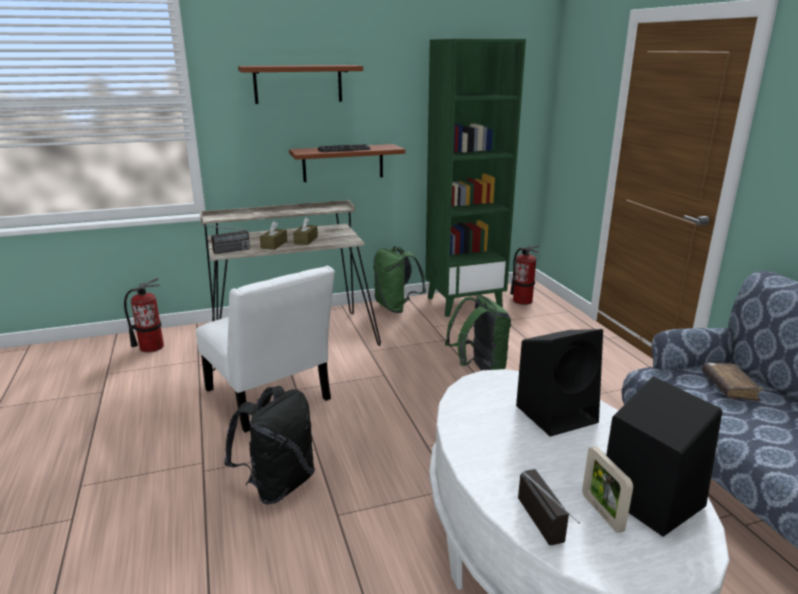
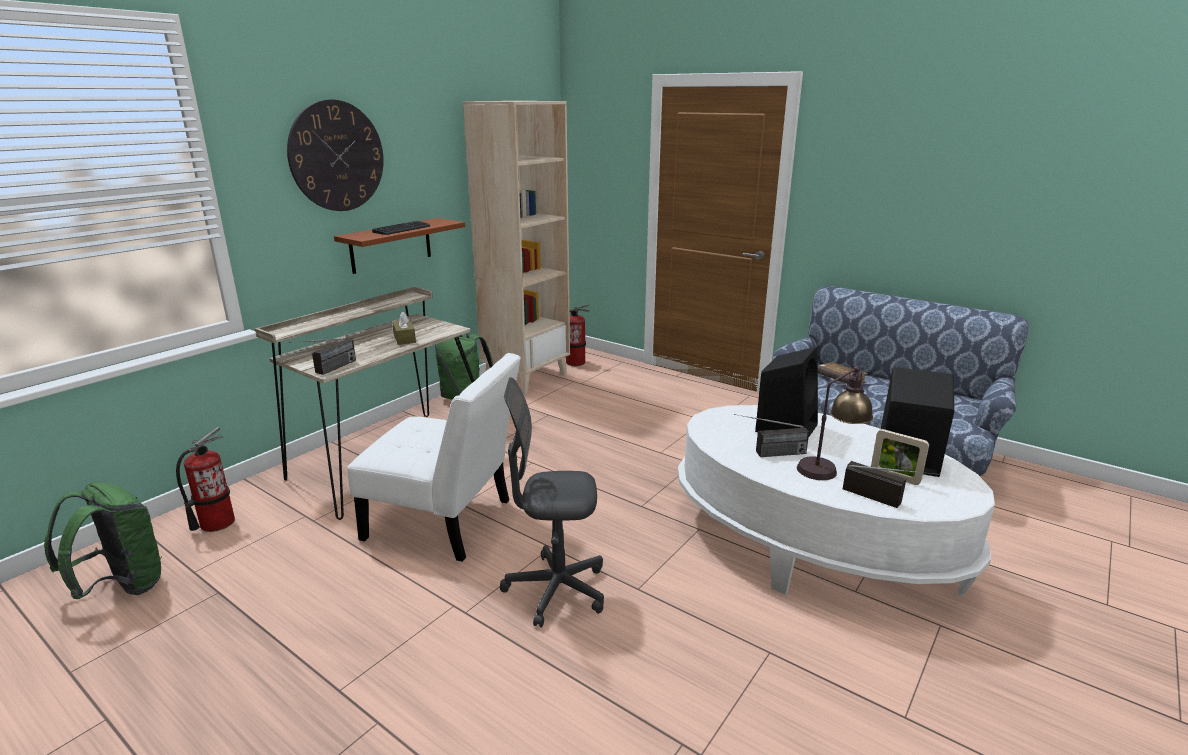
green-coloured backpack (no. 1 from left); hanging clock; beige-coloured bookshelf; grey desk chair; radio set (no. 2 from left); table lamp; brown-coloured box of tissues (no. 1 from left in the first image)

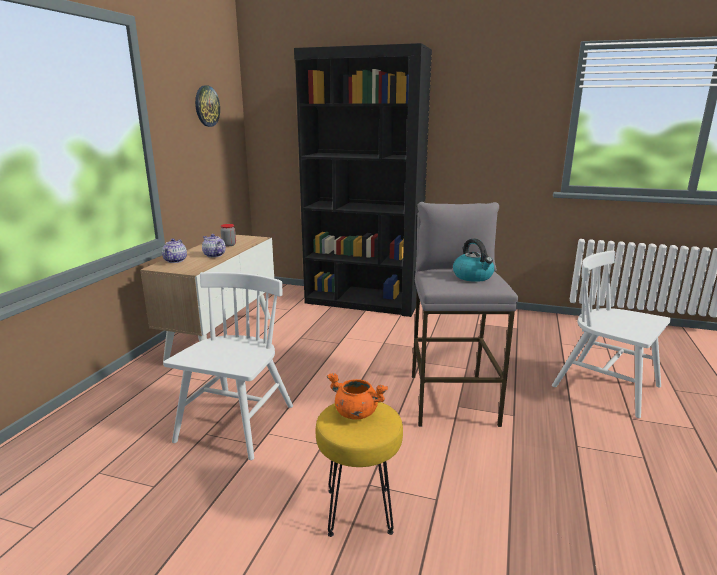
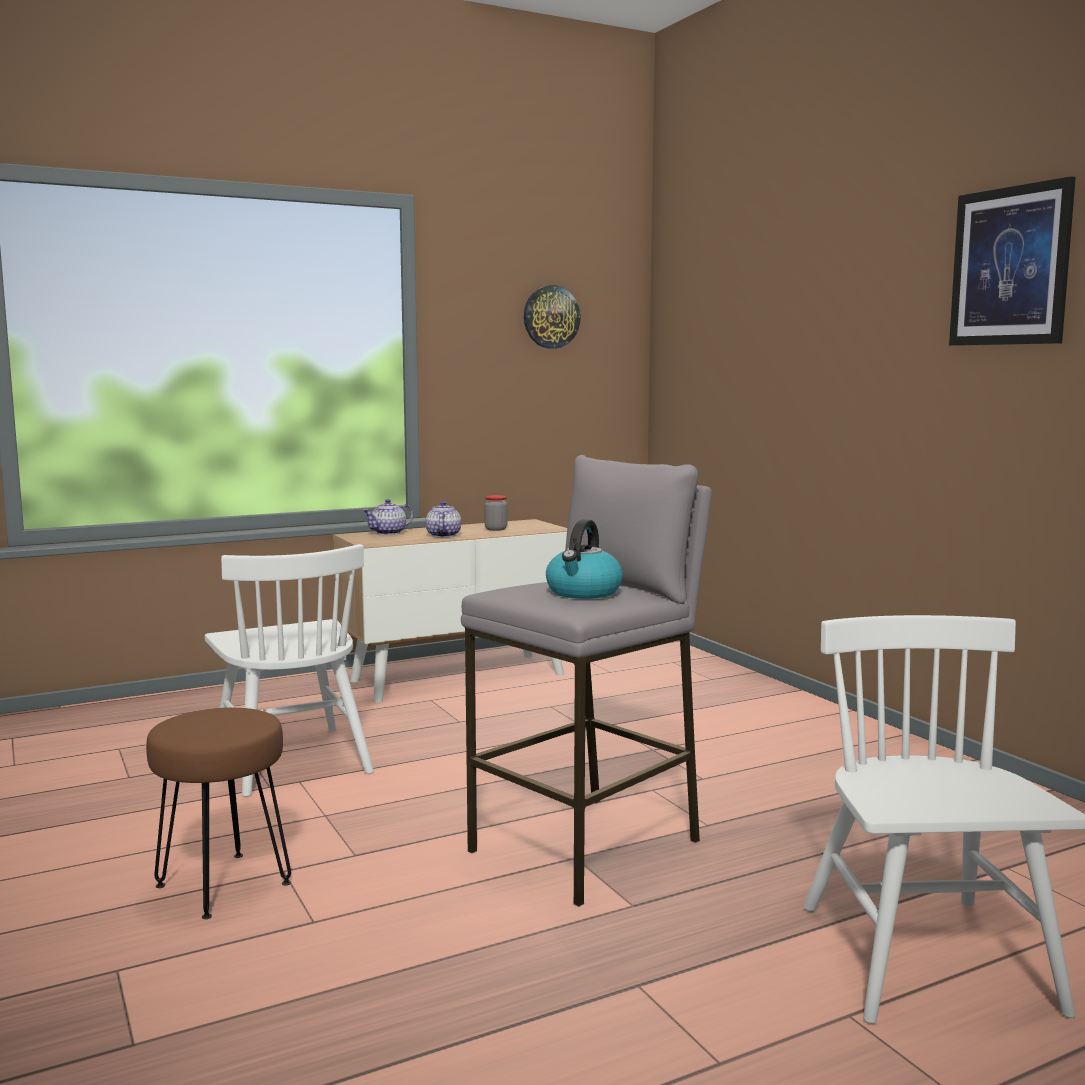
brown-coloured stool seat; white-coloured plain chair (no. 1 from left); picture; black-coloured bookshelf; orange-coloured saucepot

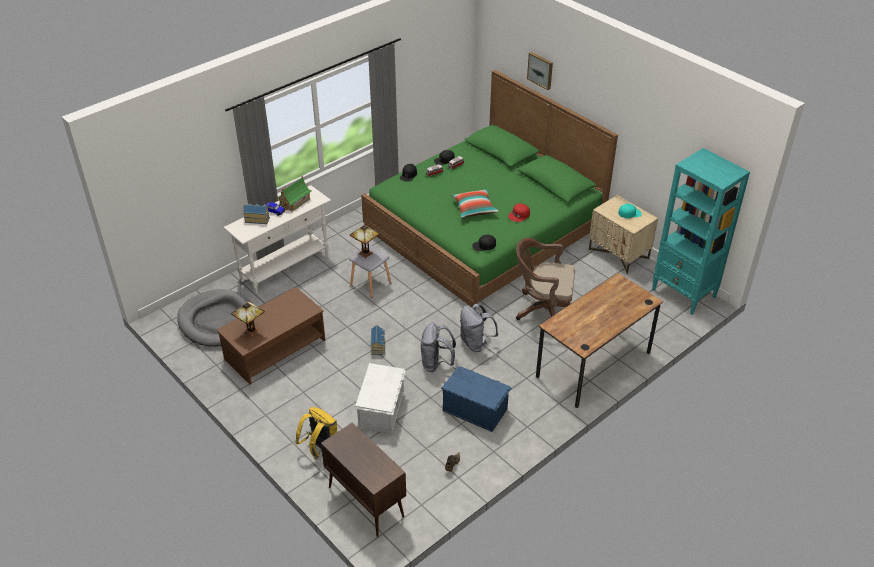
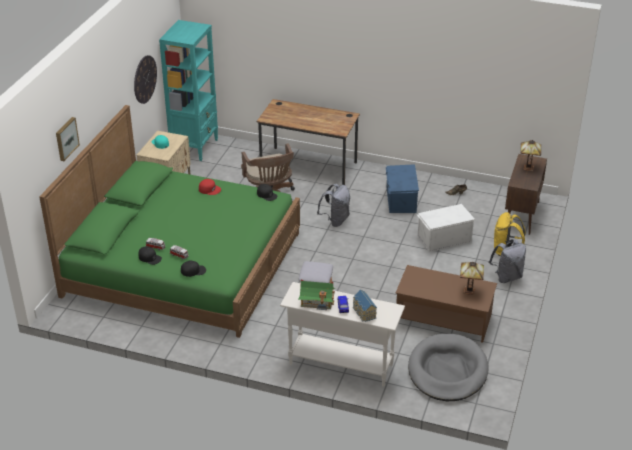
hanging clock; grey backpack (no. 2 from left); table lamp (no. 2 from left); toy house (no. 3 from left in the first image); pillow

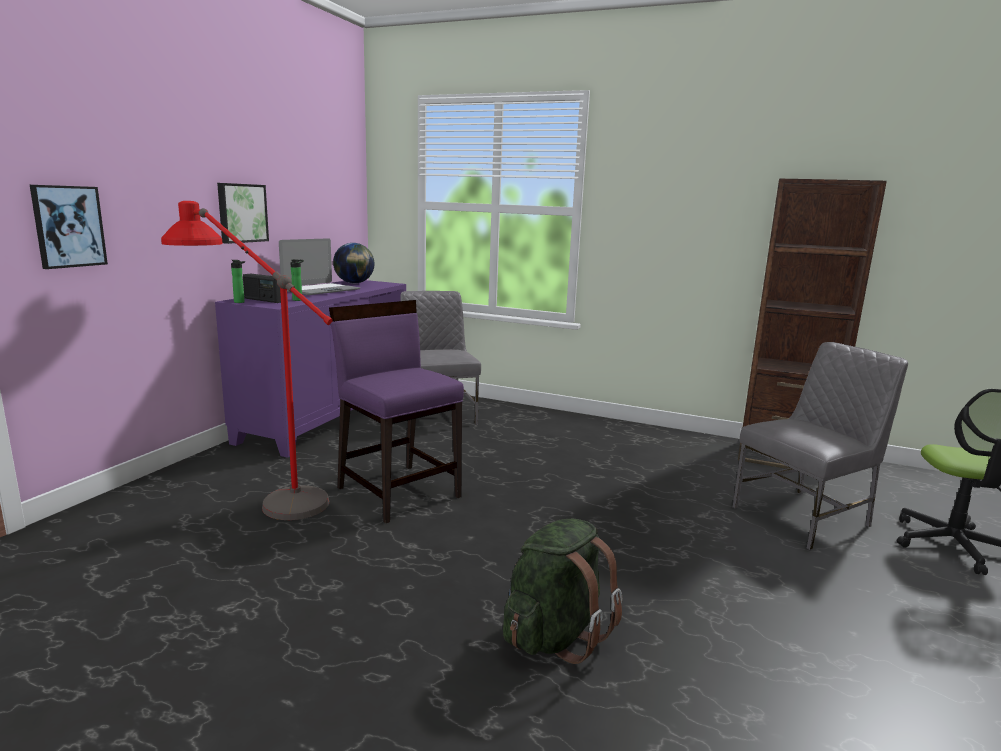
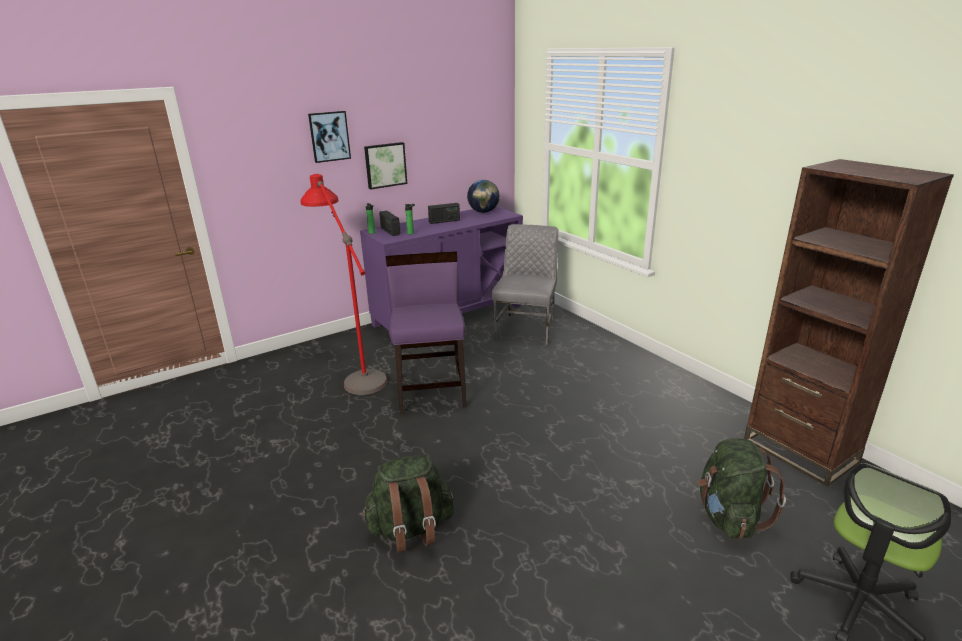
picture (no. 1 from left); radio set (no. 2 from left); green-coloured backpack (no. 2 from left)

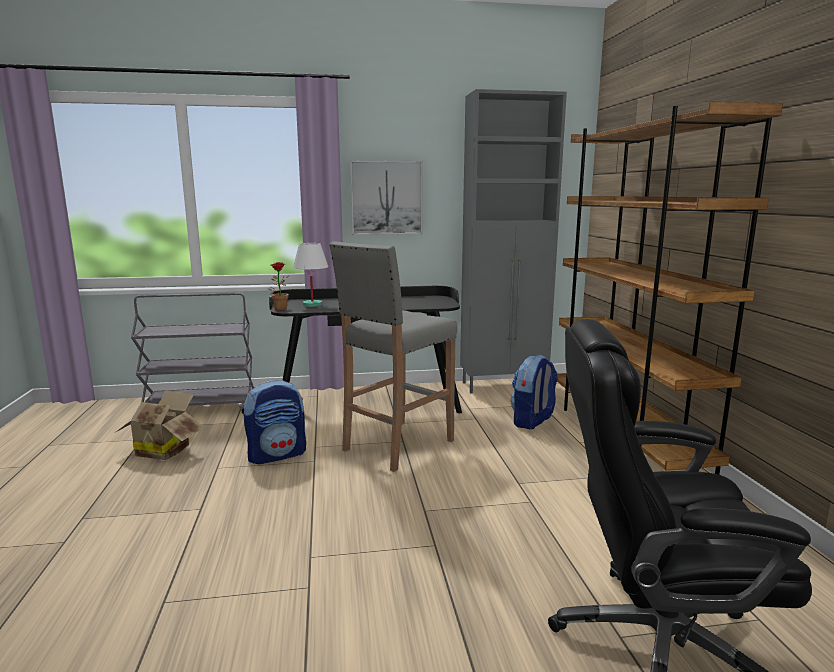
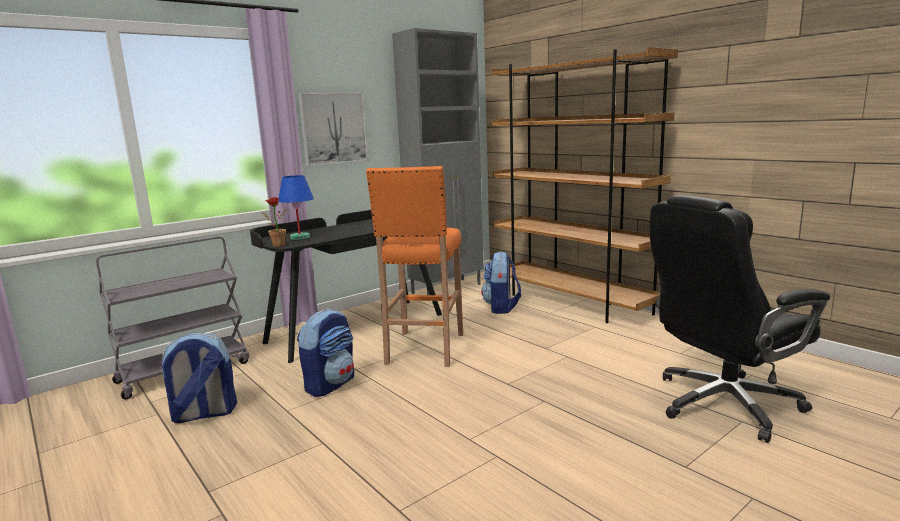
backpack (no. 1 from left); blue table lamp; orange-coloured stool seat

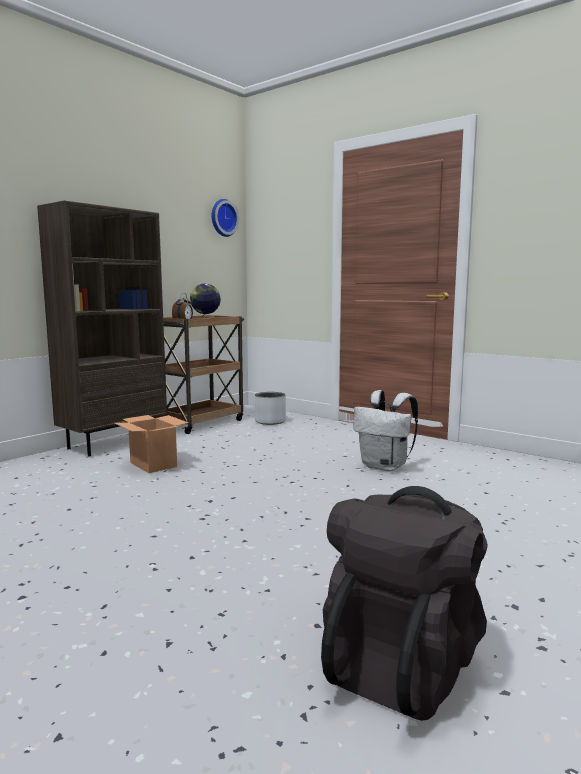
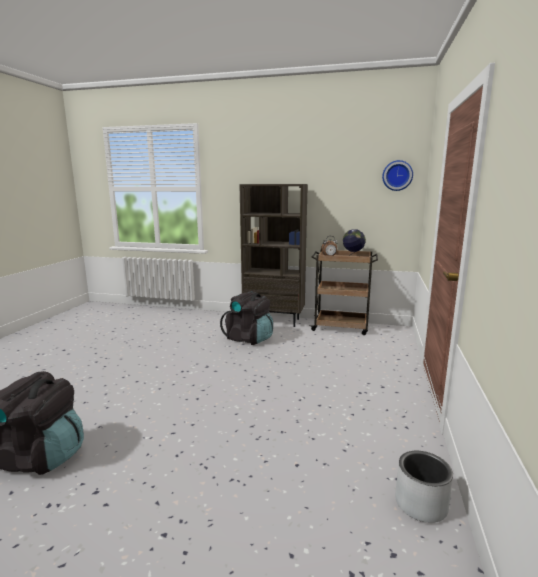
black-coloured backpack (no. 2 from left); grey flower pot; white-coloured backpack

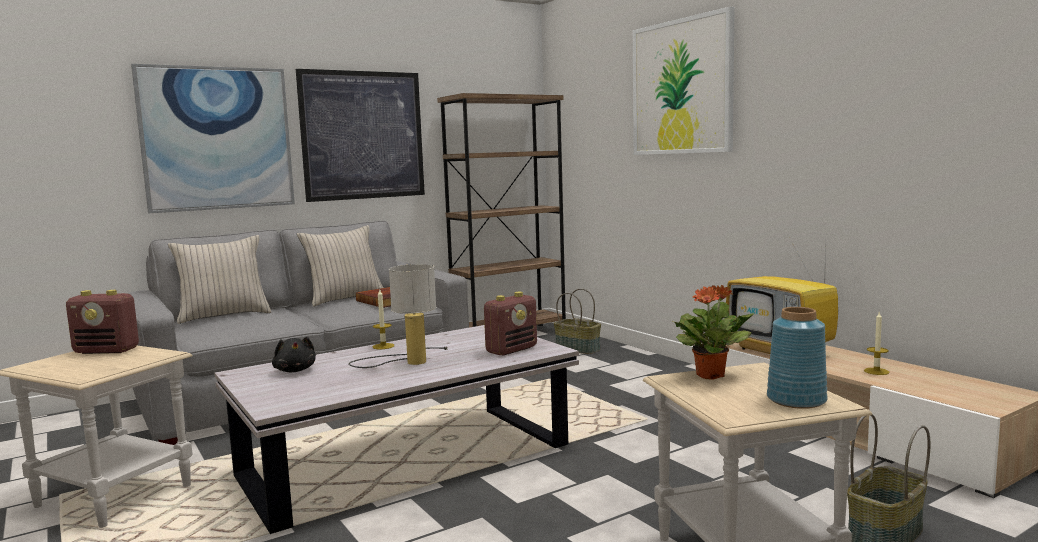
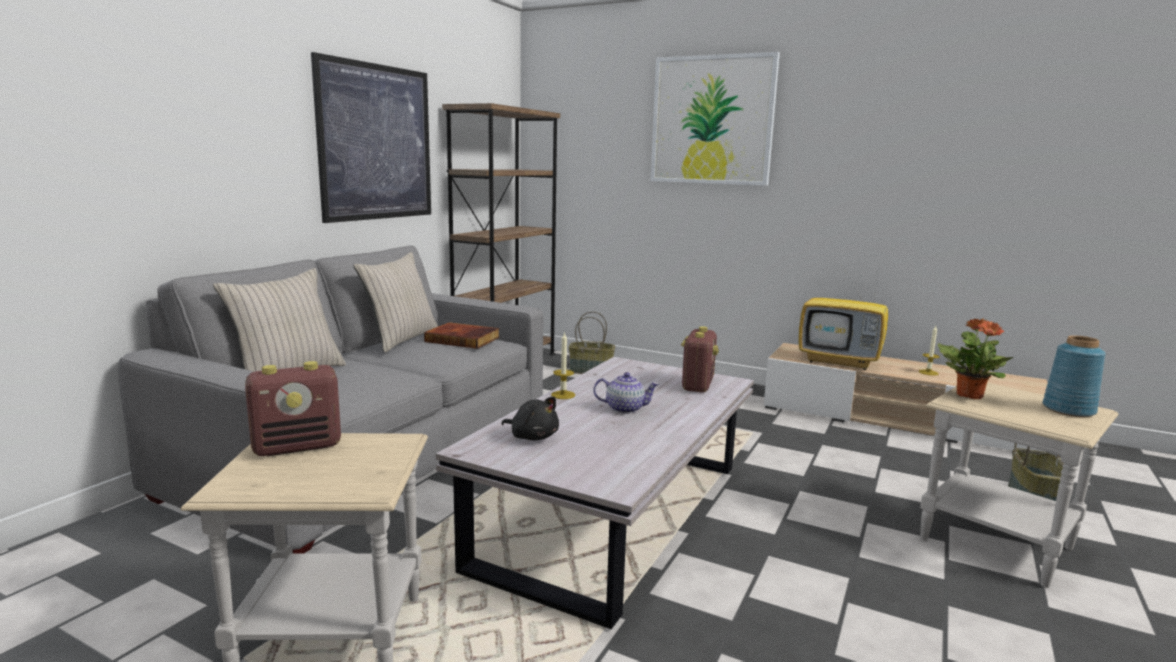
pot for tea; picture (no. 1 from left in the first image)

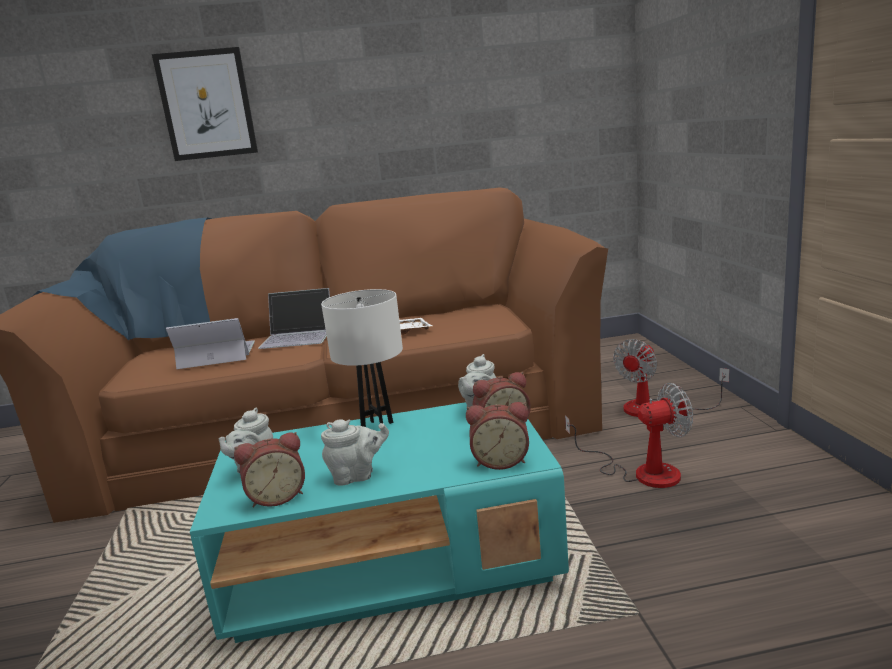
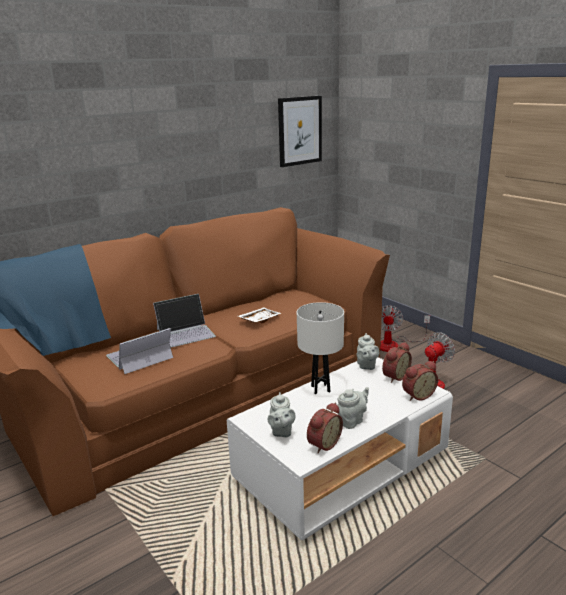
white-coloured lounge table; picture

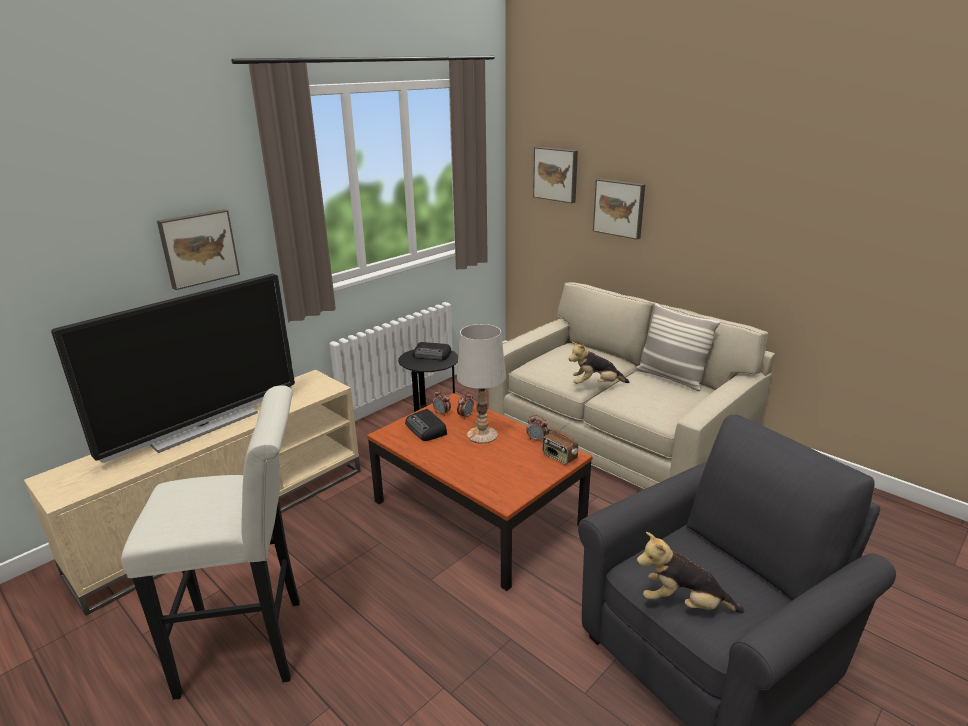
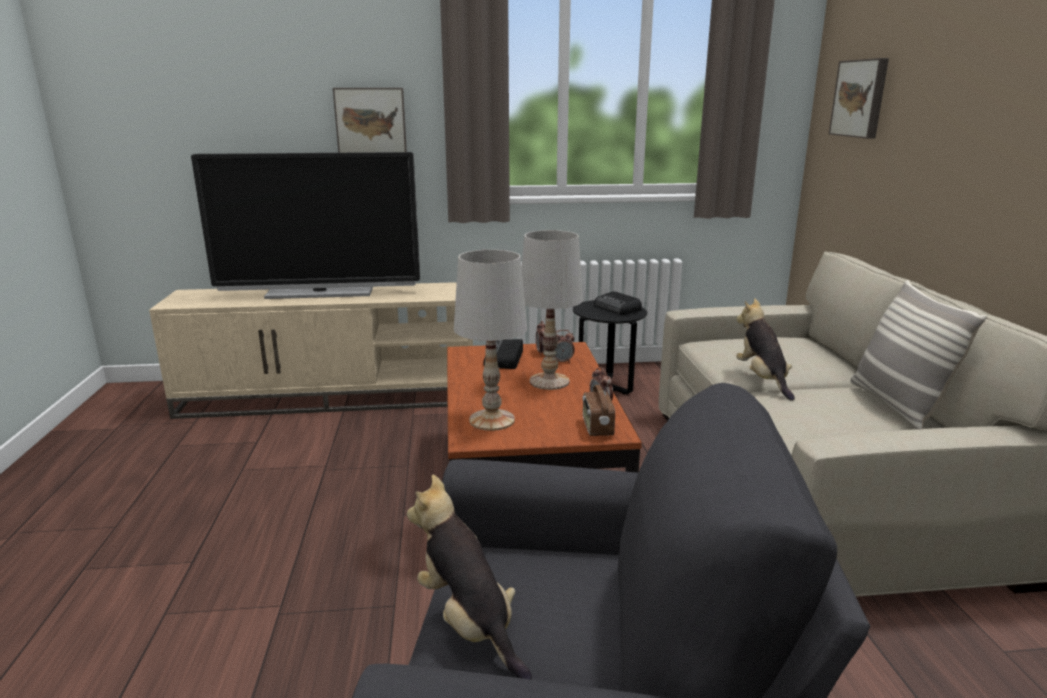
white-coloured table lamp (no. 1 from left); cuddly toy (no. 2 from left); white-coloured stool seat; picture (no. 3 from left in the first image)

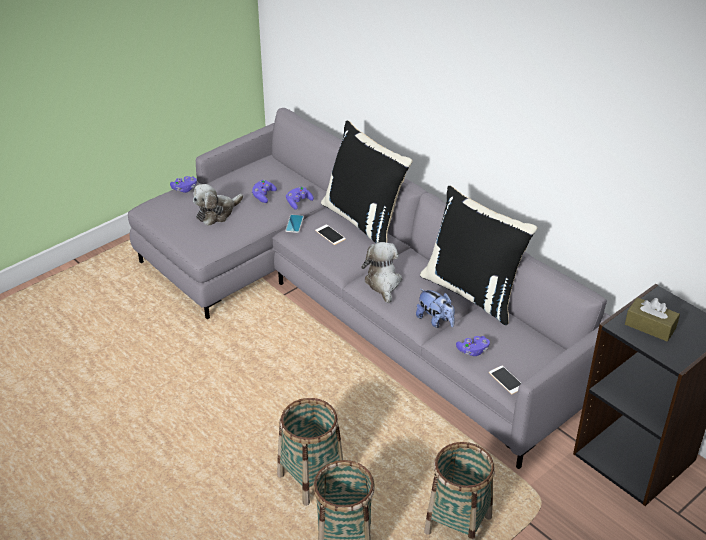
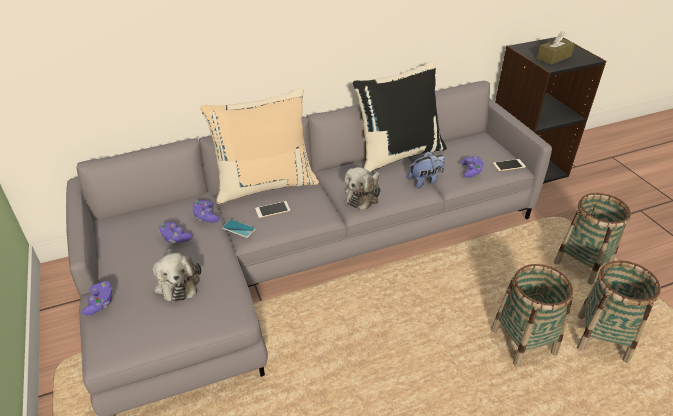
beige-coloured pillow; cuddly toy (no. 2 from left)

